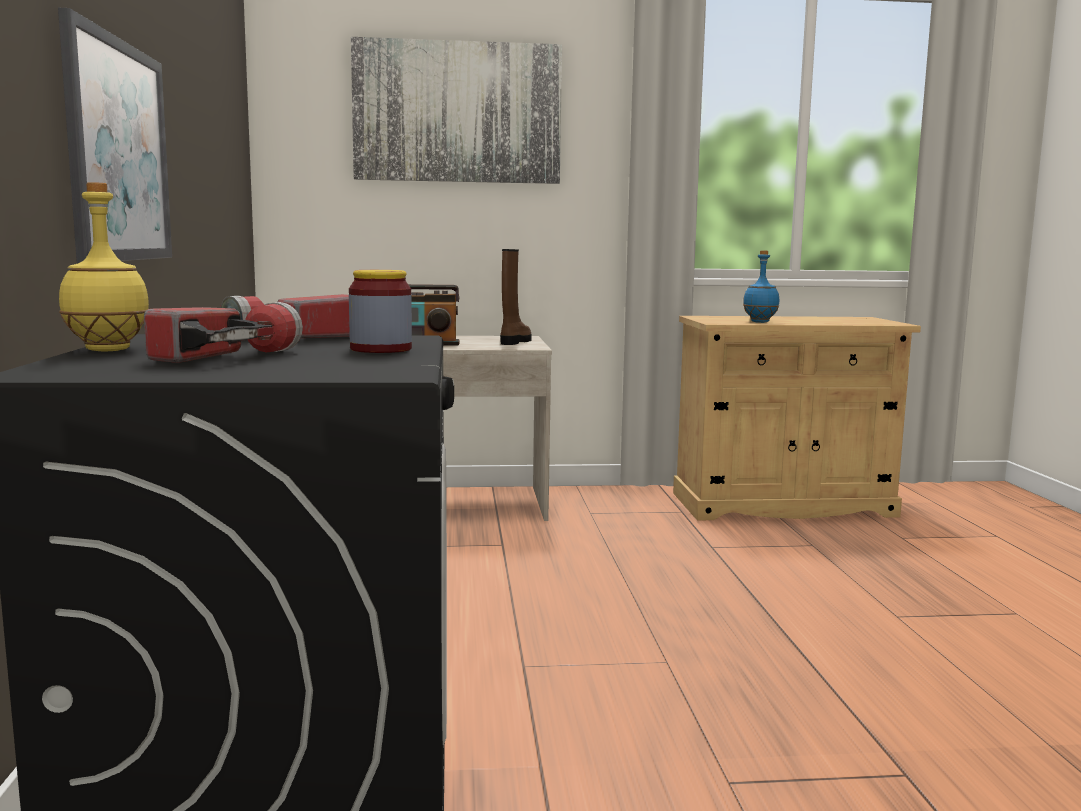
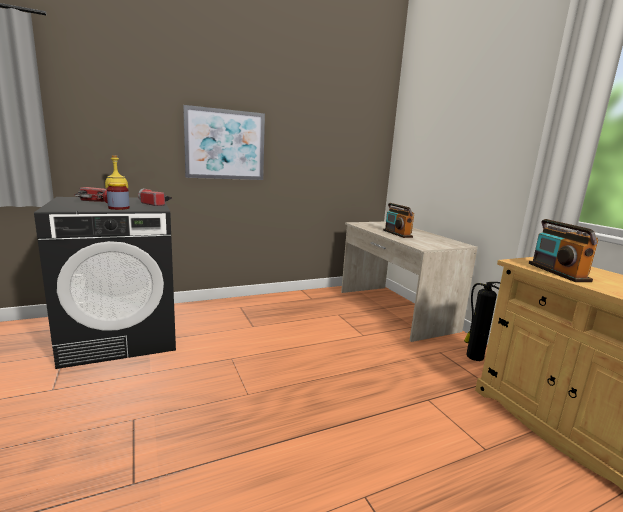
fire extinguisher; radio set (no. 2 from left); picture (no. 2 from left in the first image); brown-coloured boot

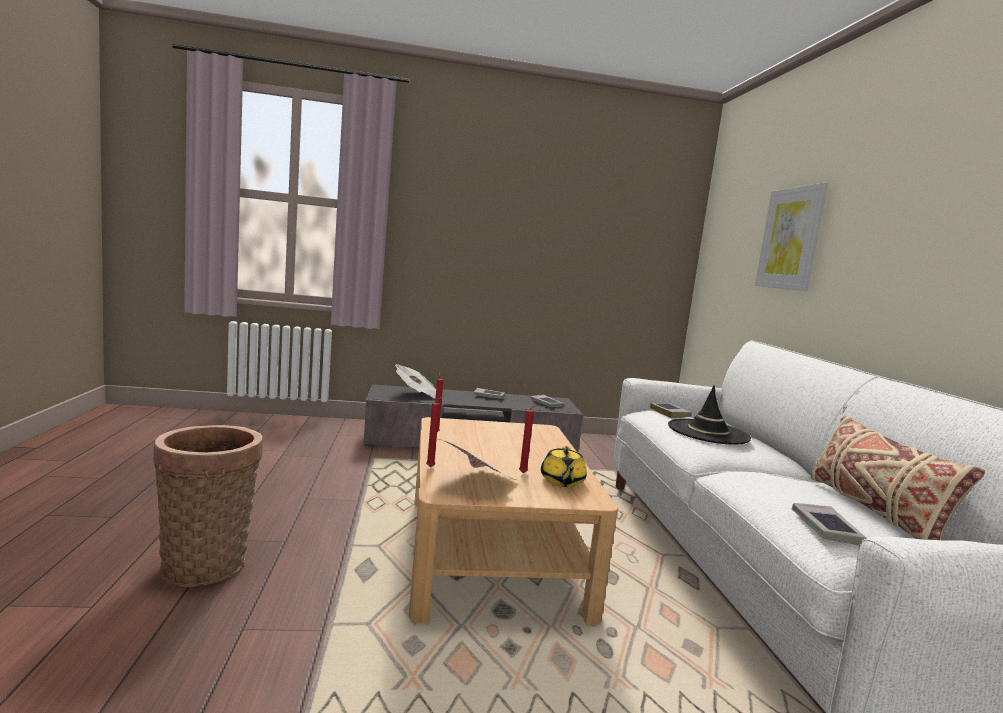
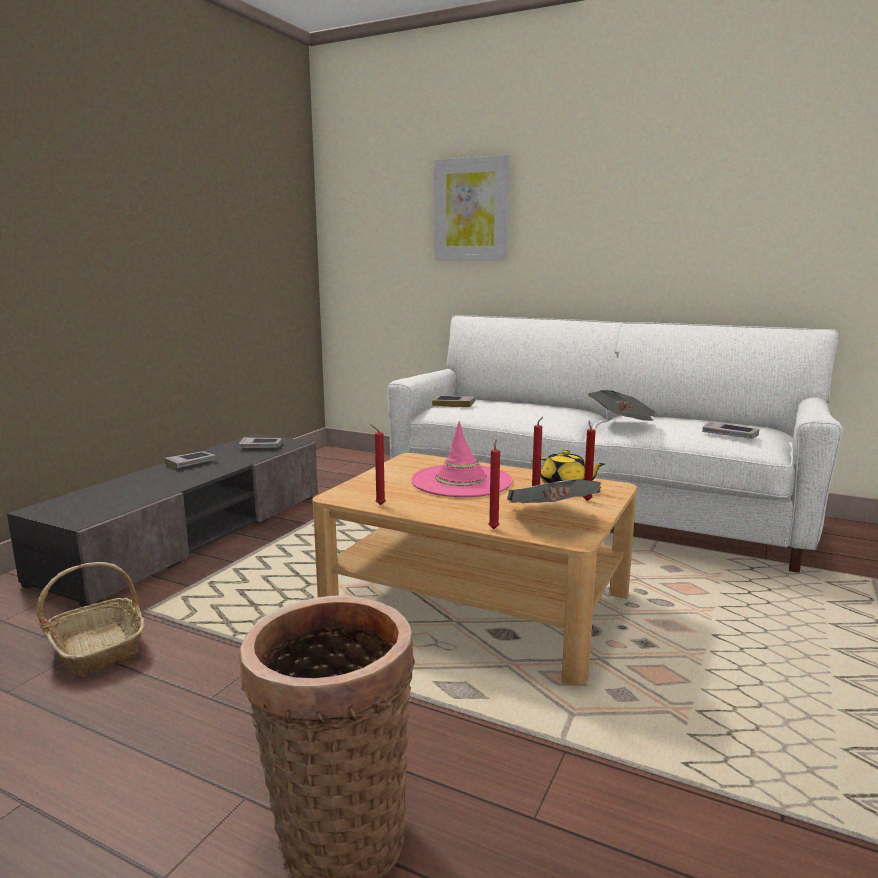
basket (no. 1 from left); pink hat; red wax light (no. 4 from left); newspaper (no. 2 from left); black-coloured hat; beige-coloured pillow

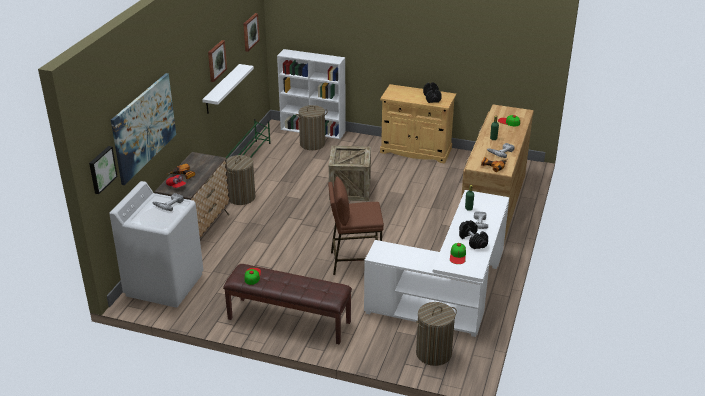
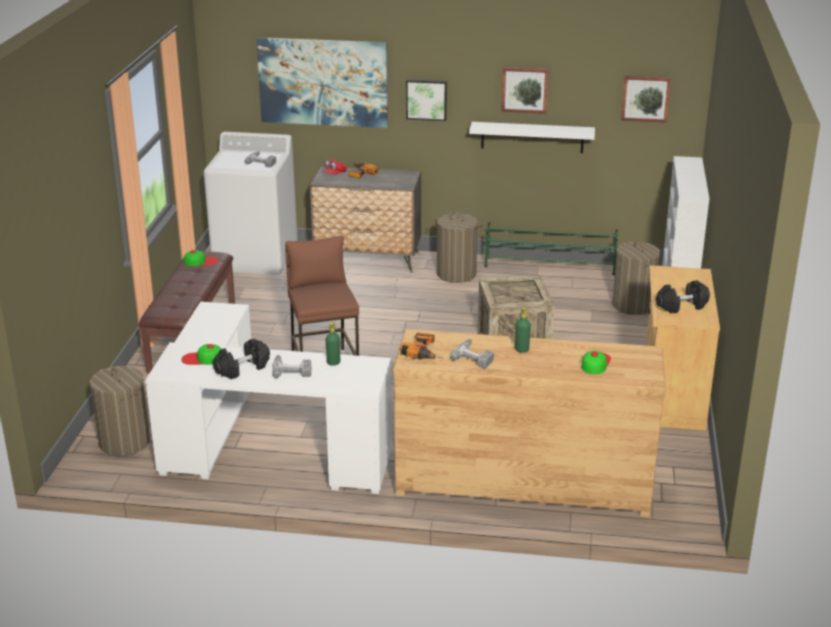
picture (no. 2 from left)

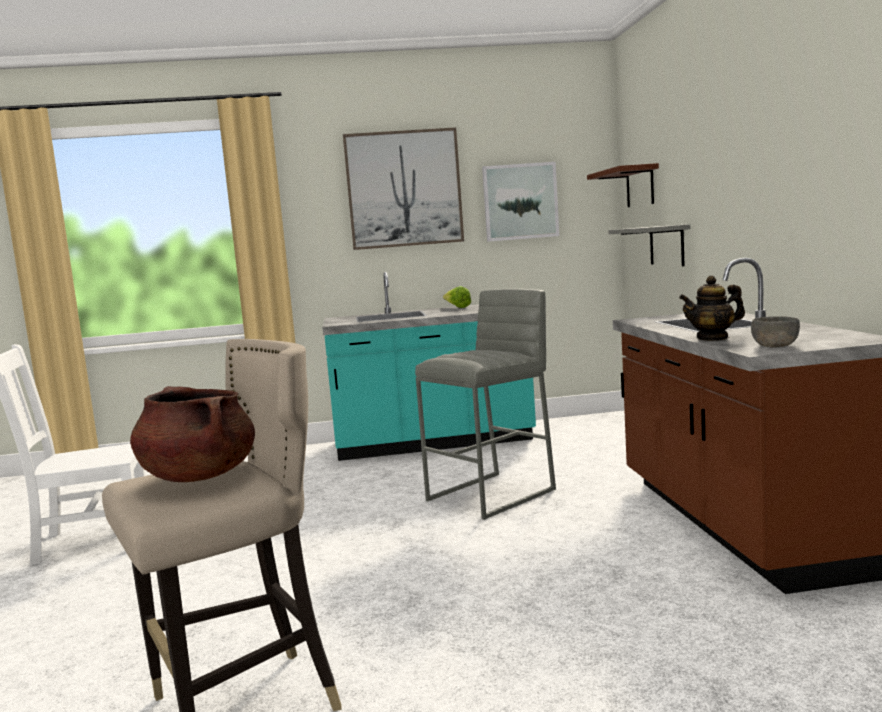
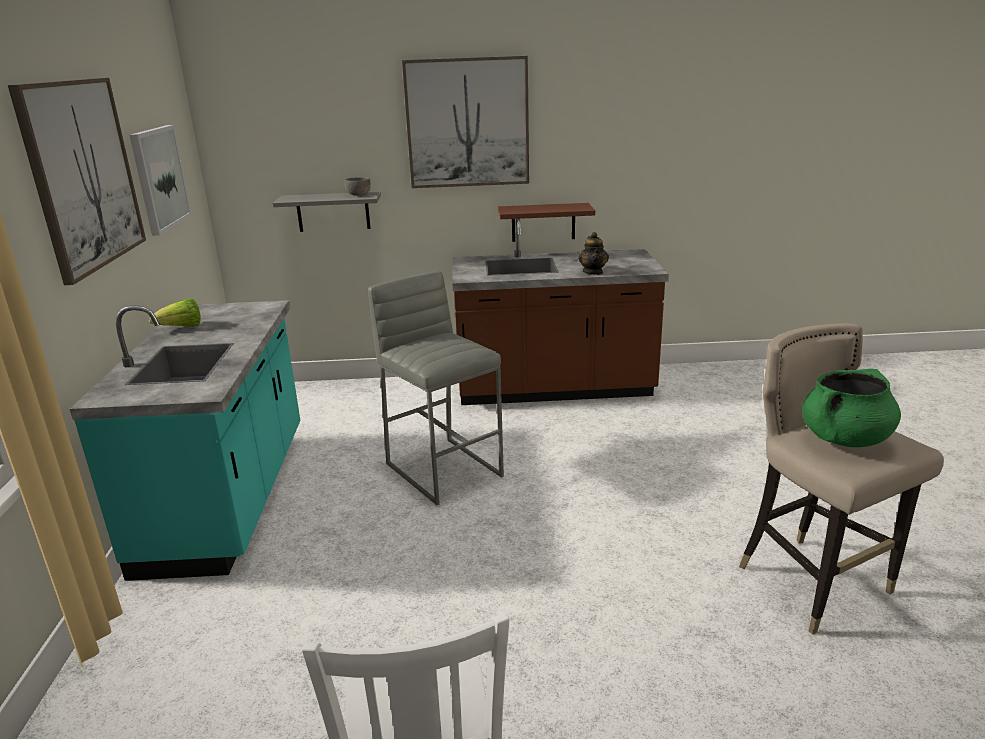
grey bowl; picture (no. 3 from left); brown-coloured bracket shelf; green-coloured saucepot

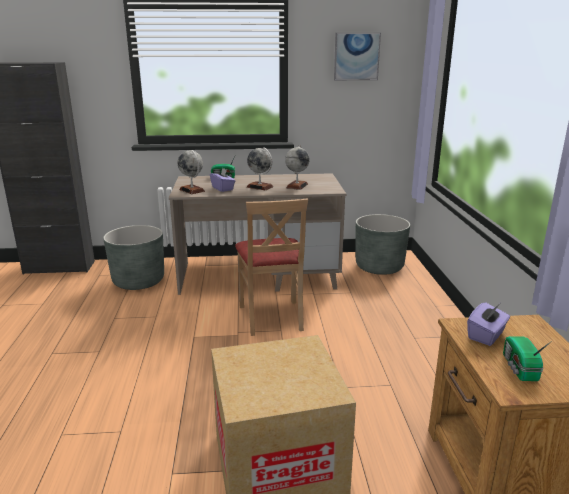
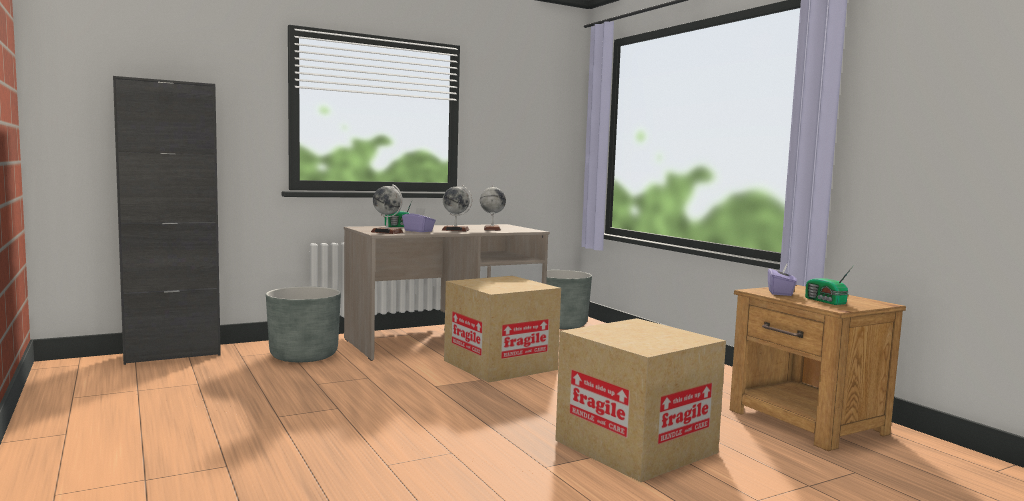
carton (no. 1 from left); picture

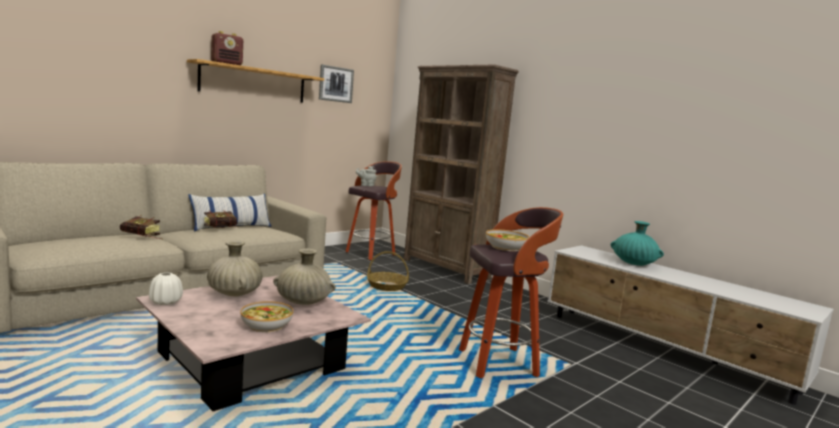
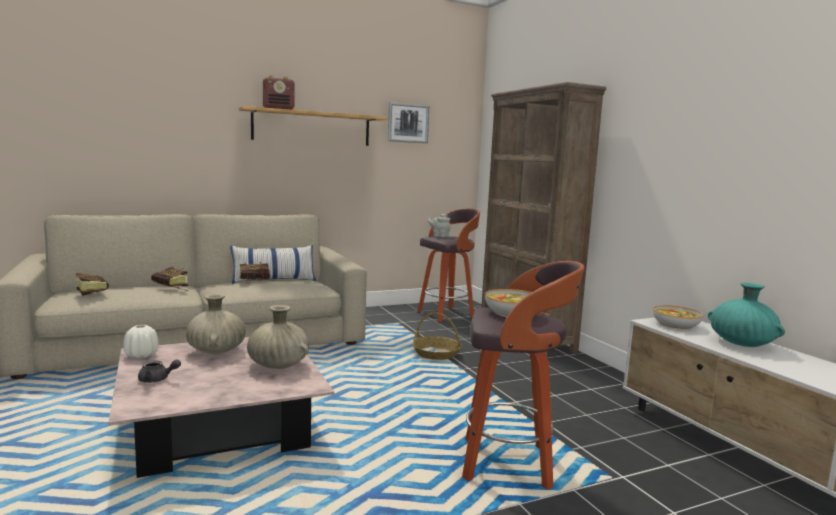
volume (no. 1 from left); grey pot for tea (no. 1 from left); bowl (no. 2 from left)

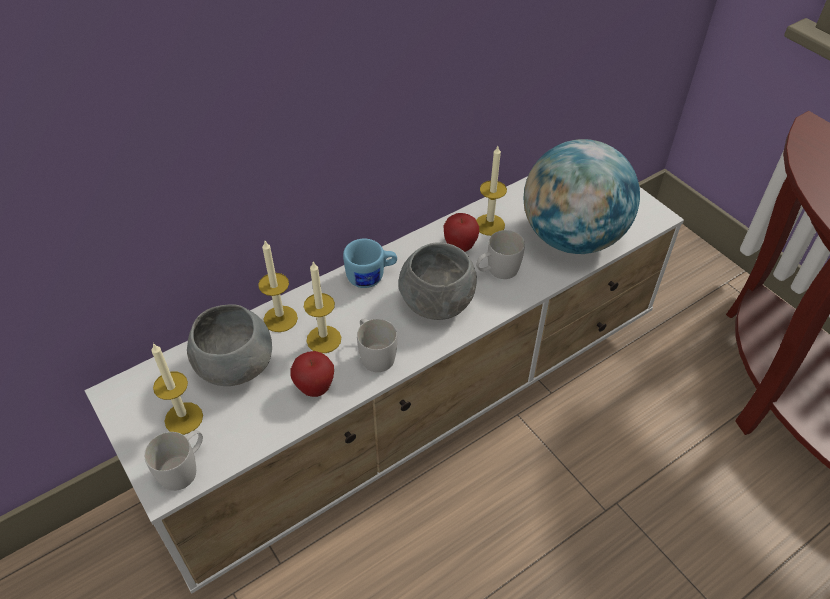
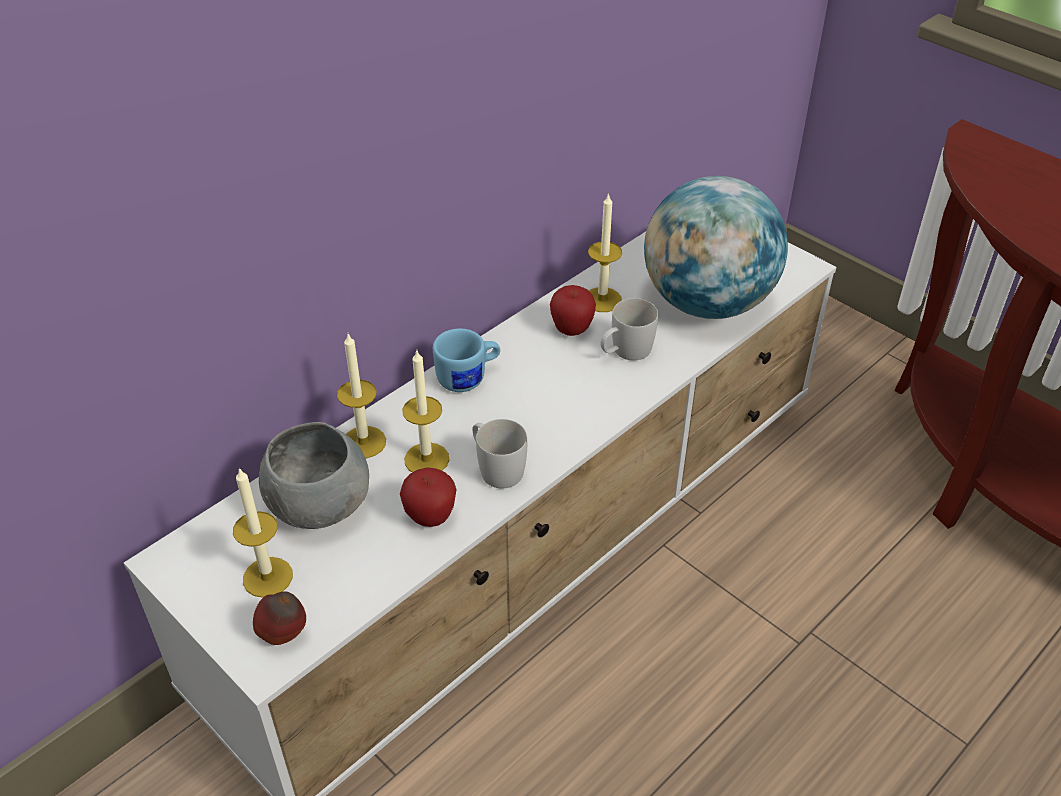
apple (no. 1 from left); grey bowl (no. 2 from left in the first image)

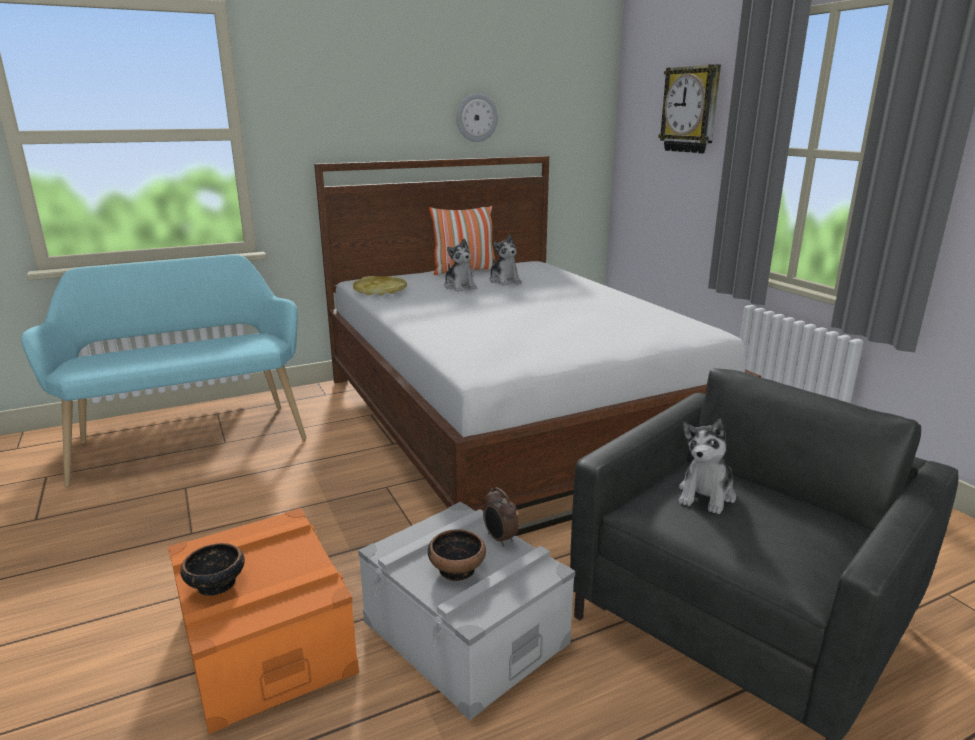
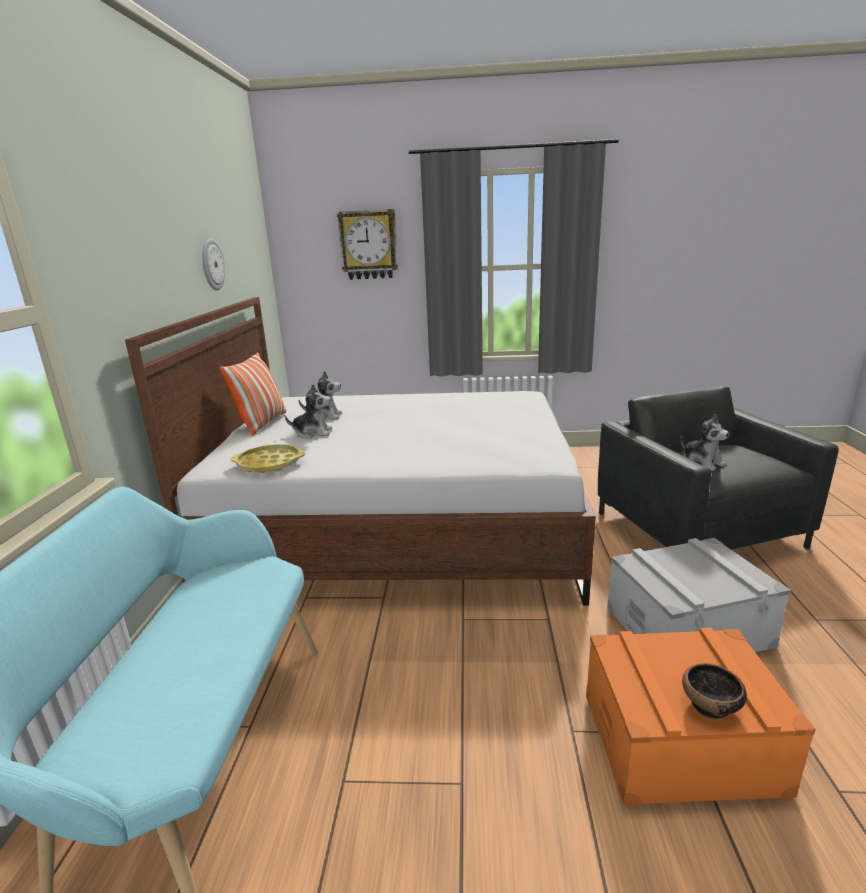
bowl (no. 2 from left in the first image); alarm clock

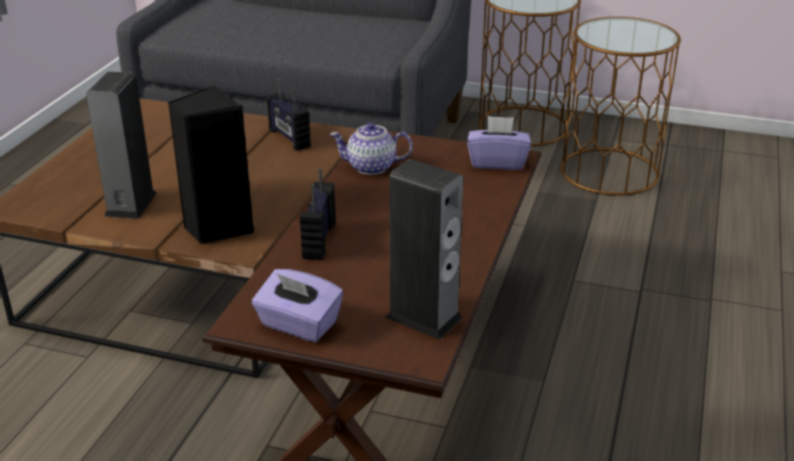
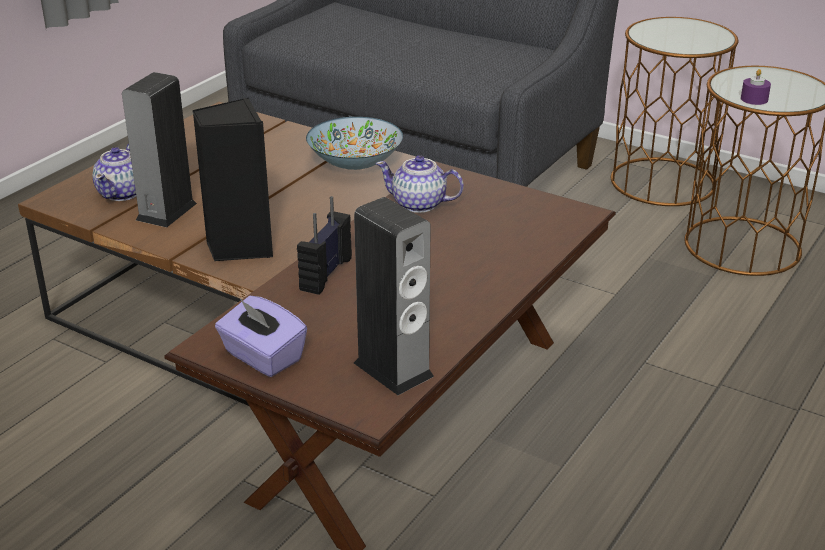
pot for tea (no. 1 from left); bowl; purple-coloured wax light; purple-coloured box of tissues (no. 2 from left in the first image)

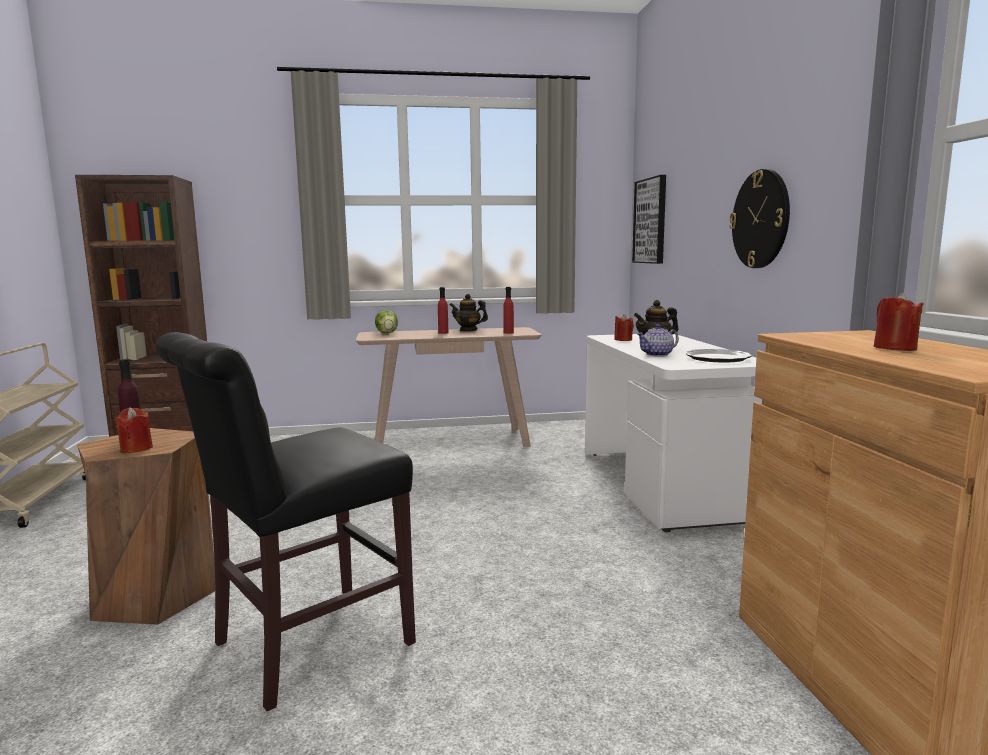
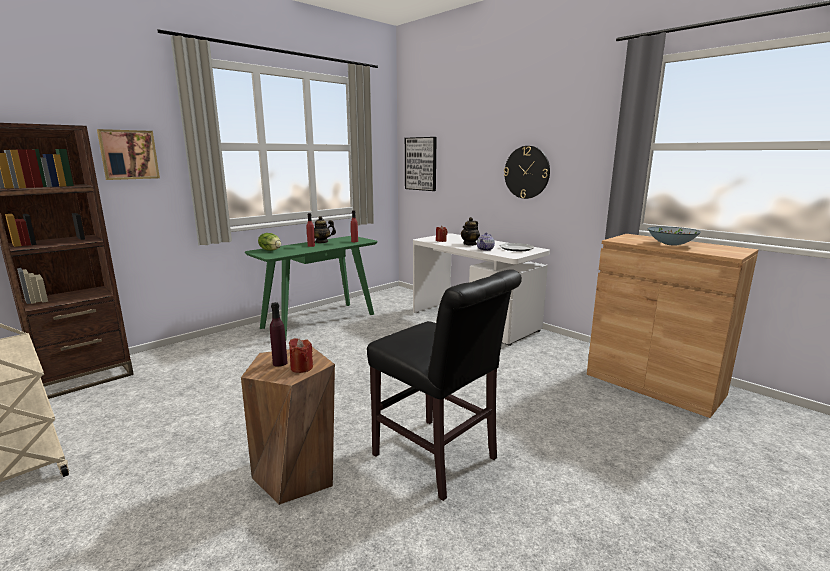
picture (no. 1 from left); green-coloured console table; black-coloured plain chair; bowl

